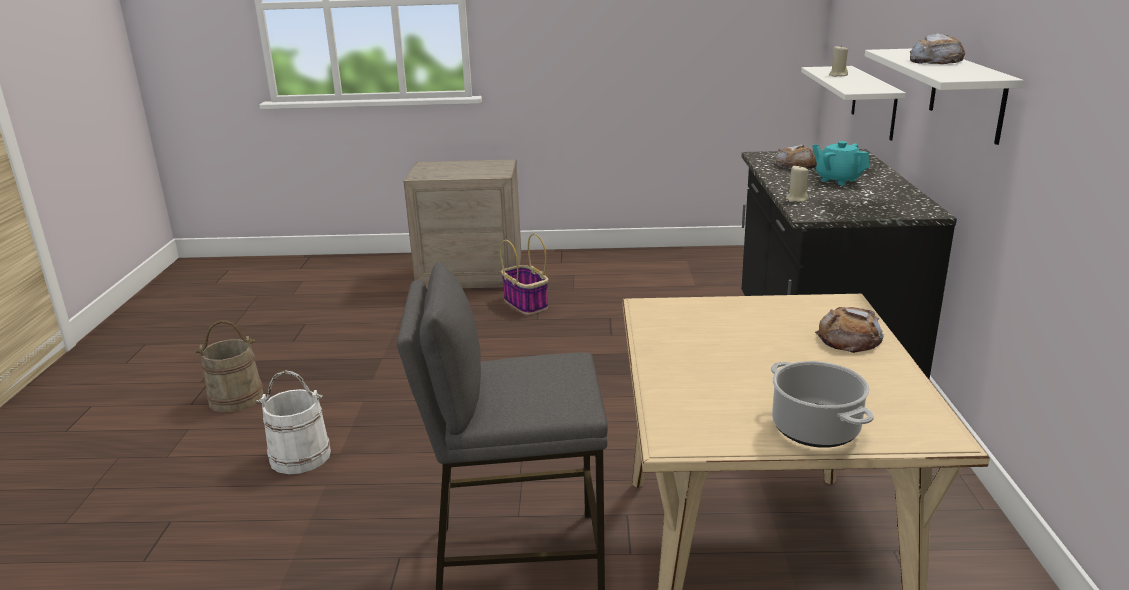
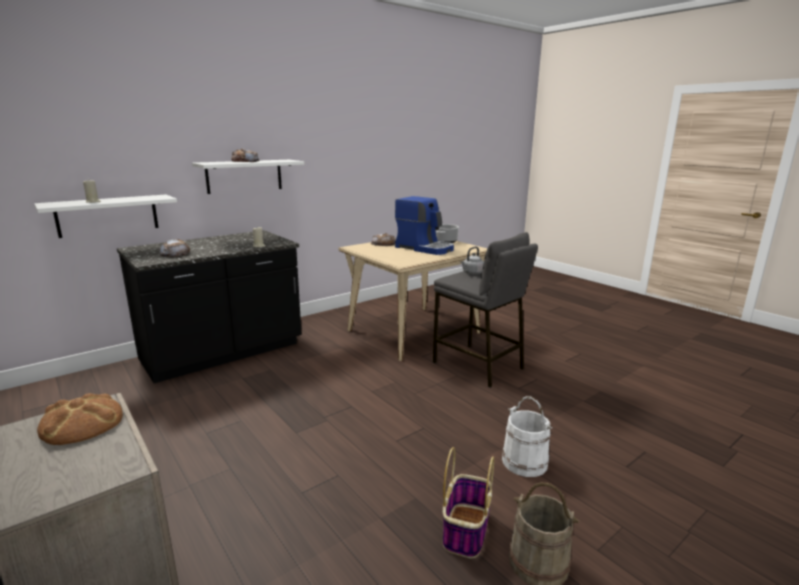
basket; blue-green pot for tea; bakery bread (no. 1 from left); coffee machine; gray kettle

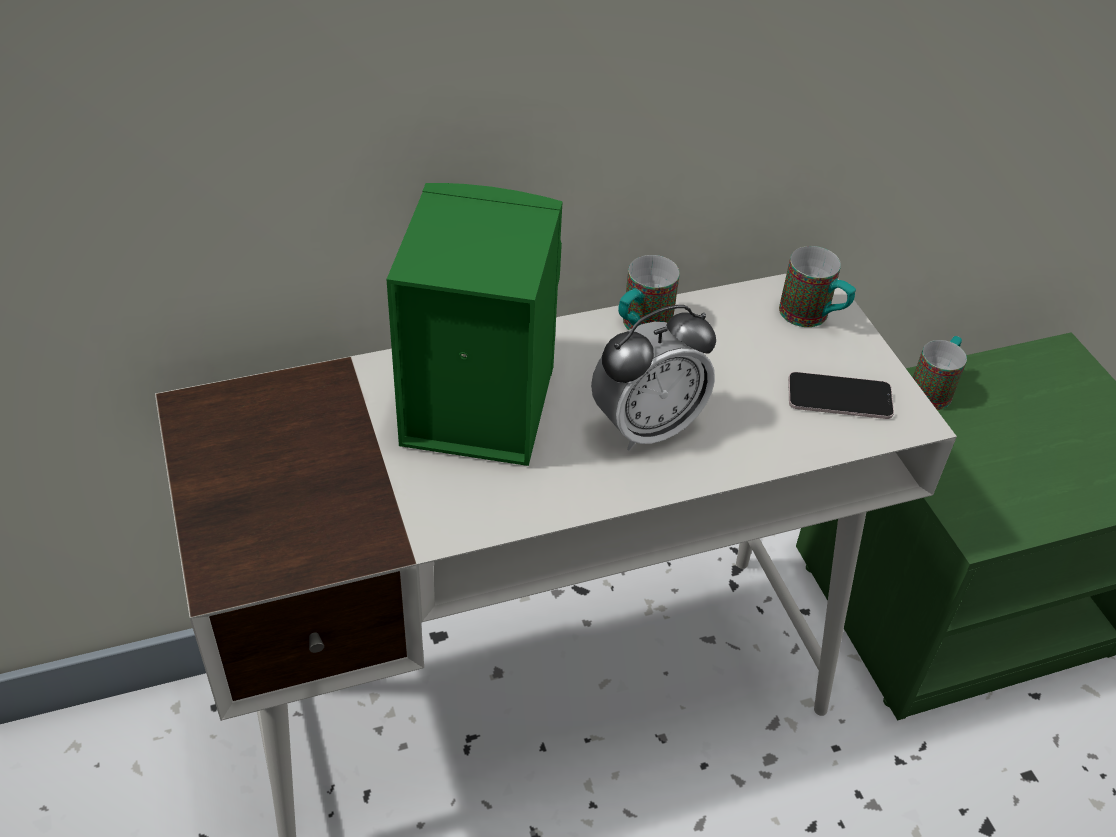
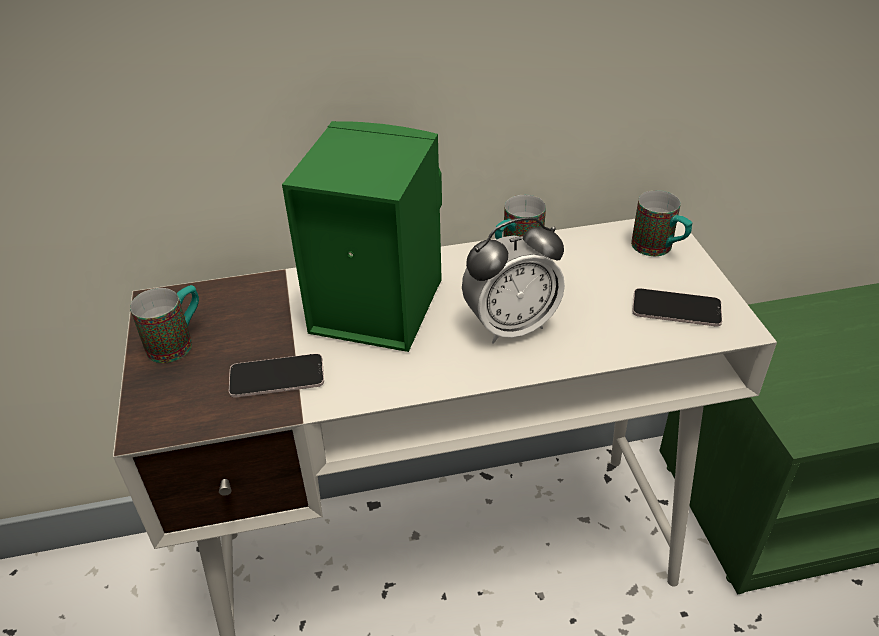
mug (no. 1 from left); handset (no. 1 from left)

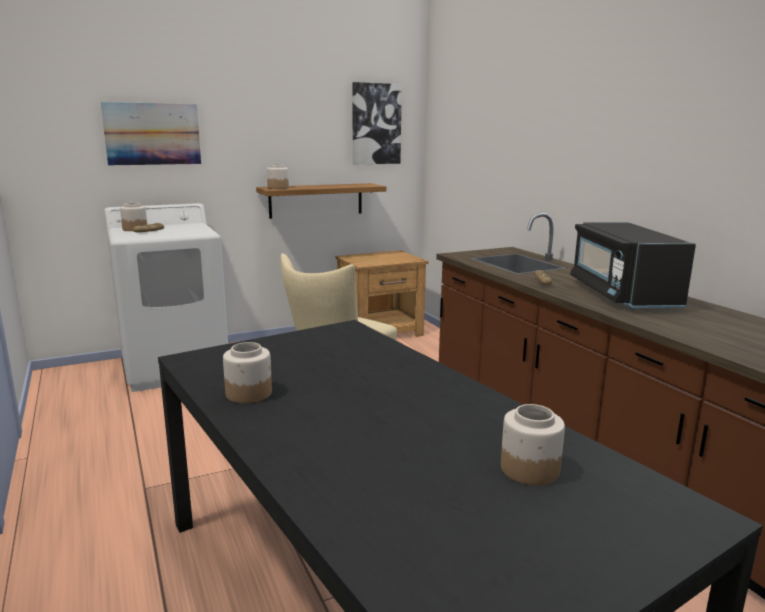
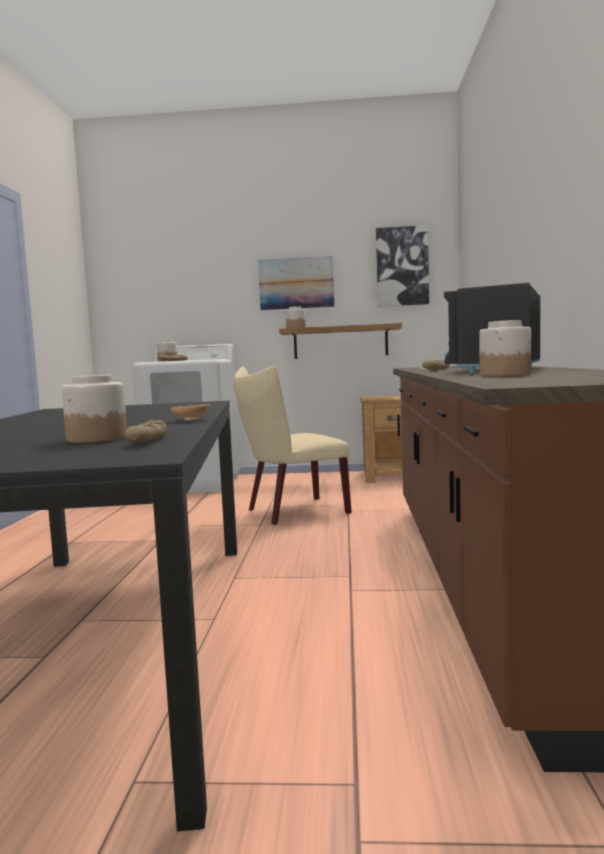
picture (no. 1 from left); jar (no. 4 from left); bakery bread (no. 1 from left); brownish deep dish

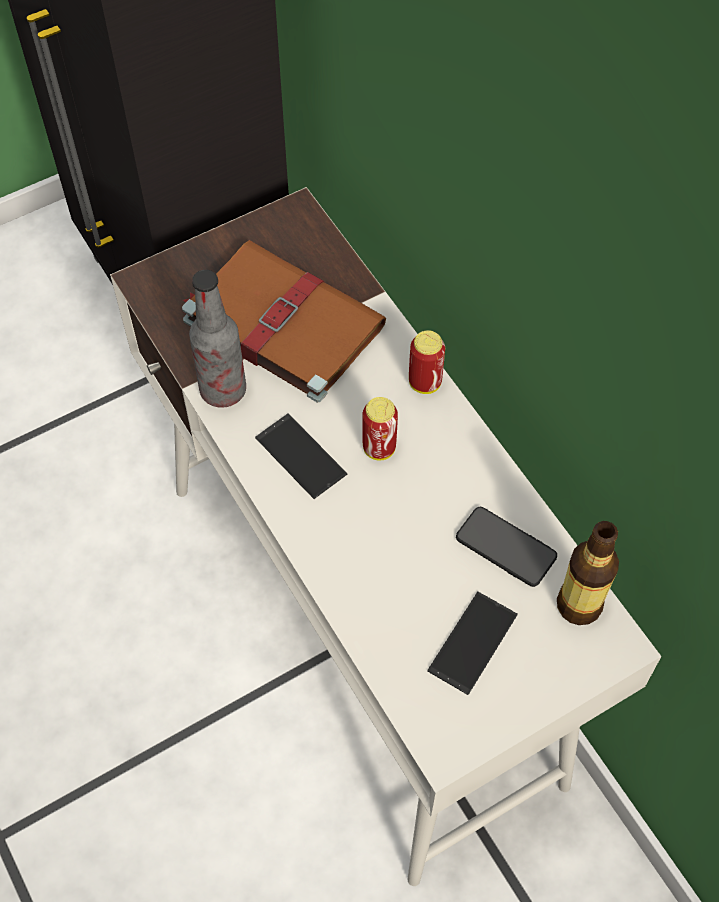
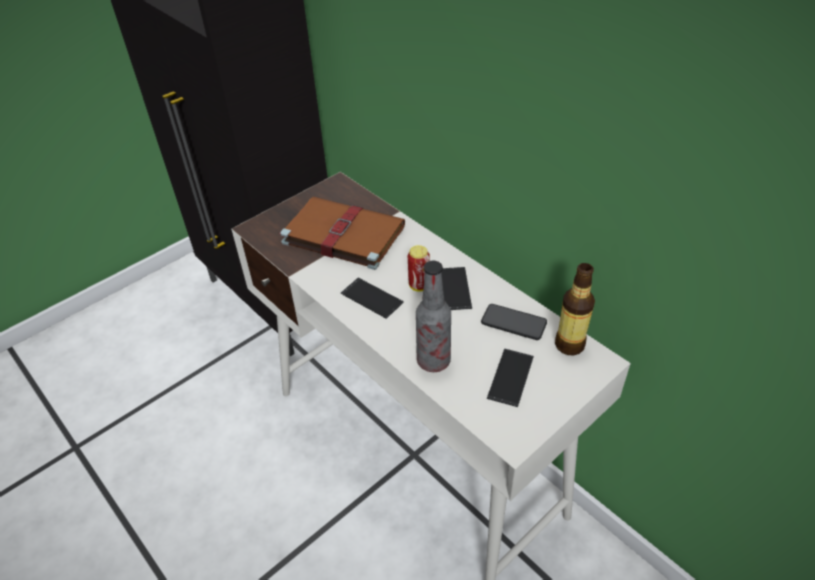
bottle (no. 1 from left); metal can (no. 2 from left in the first image); handset (no. 2 from left)

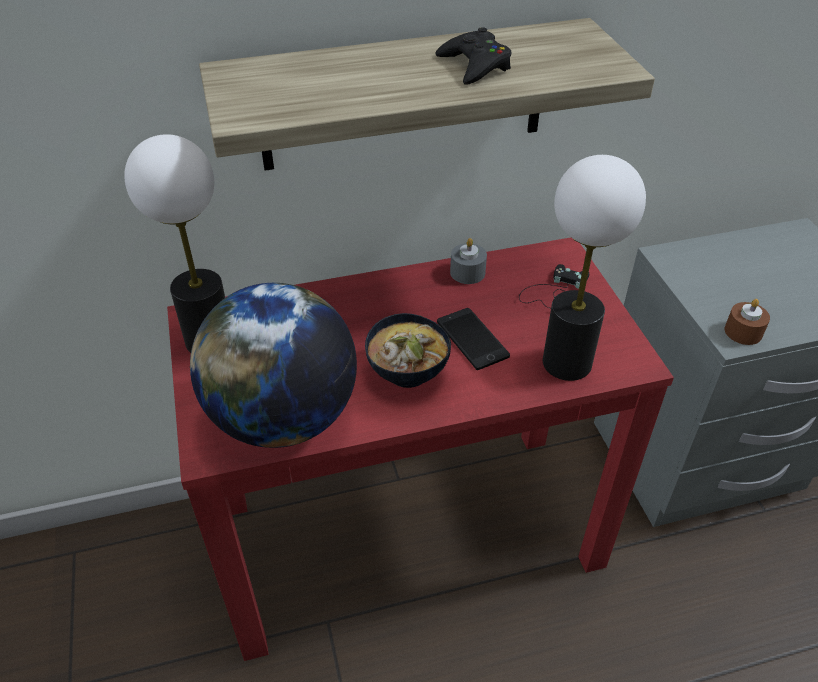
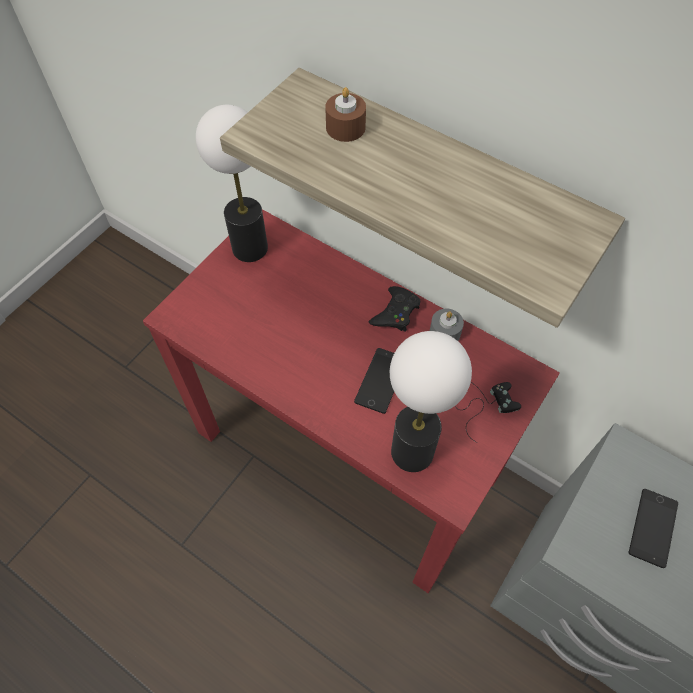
world globe; deep dish; black-coloured gamepad (no. 1 from left); brownish wax candle; handset (no. 2 from left)

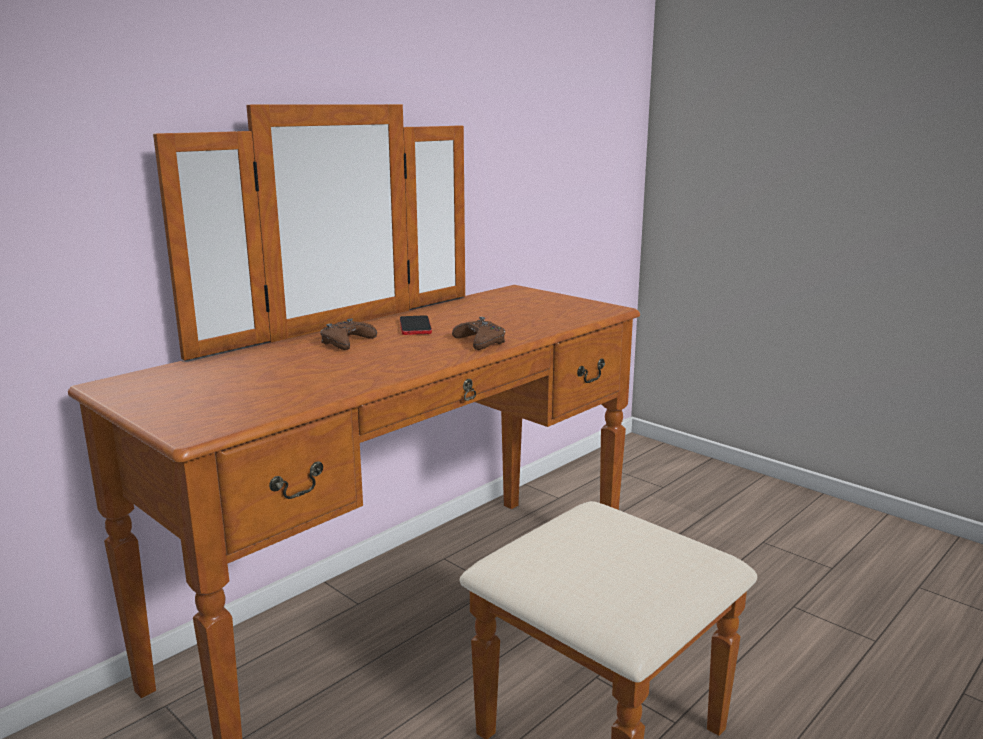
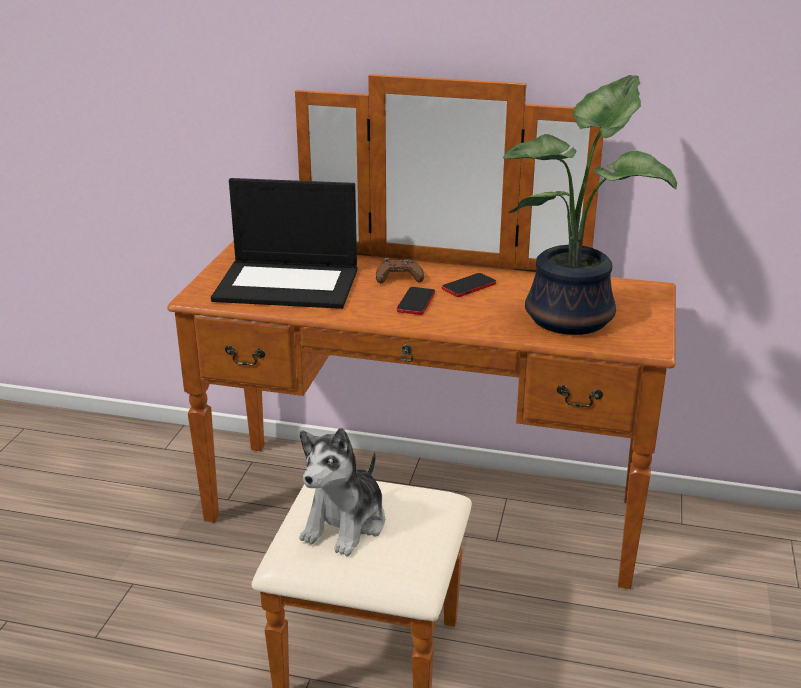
brownish gamepad (no. 2 from left in the first image); laptop; plush toy; handset (no. 1 from left); potted plant

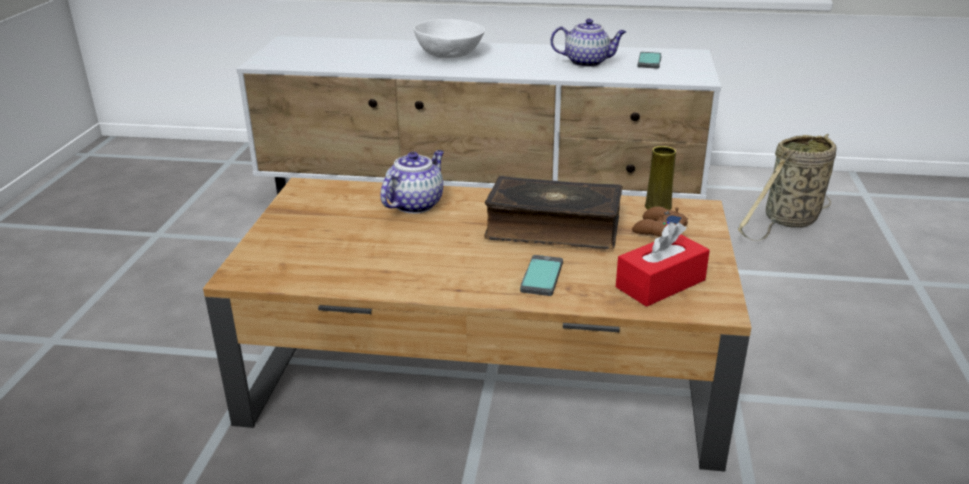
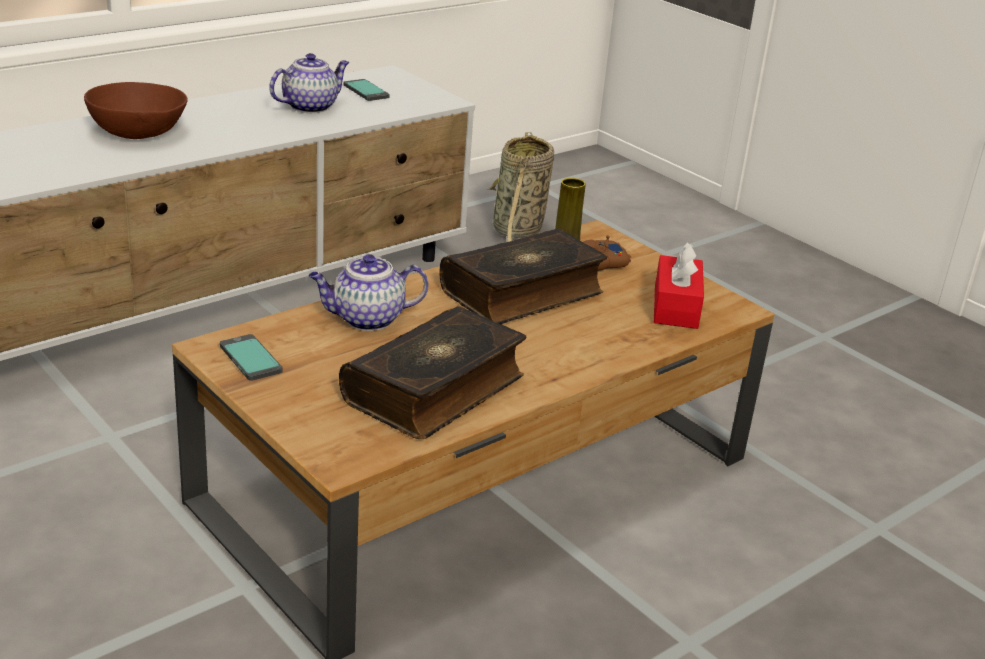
pot for tea (no. 2 from left); brownish deep dish; handset (no. 1 from left); volume (no. 1 from left)

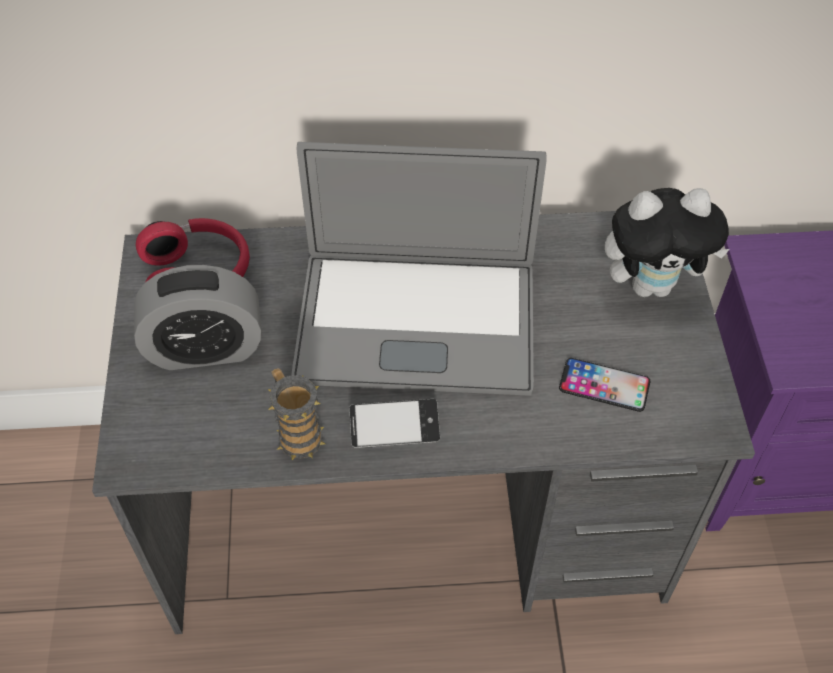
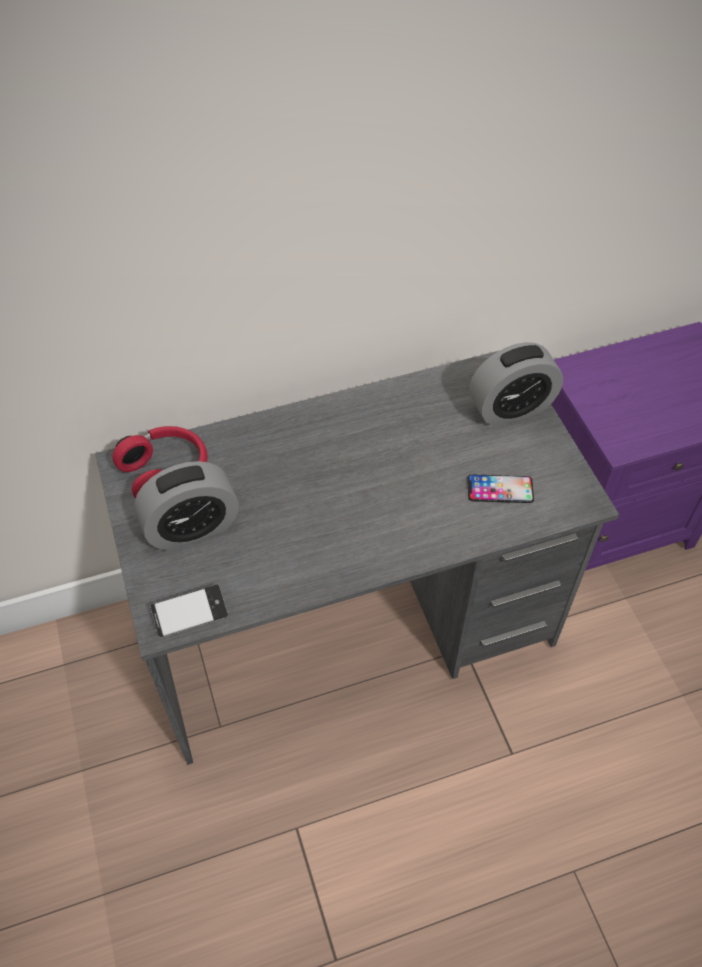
mug; laptop; handset (no. 1 from left); bedside clock (no. 2 from left)

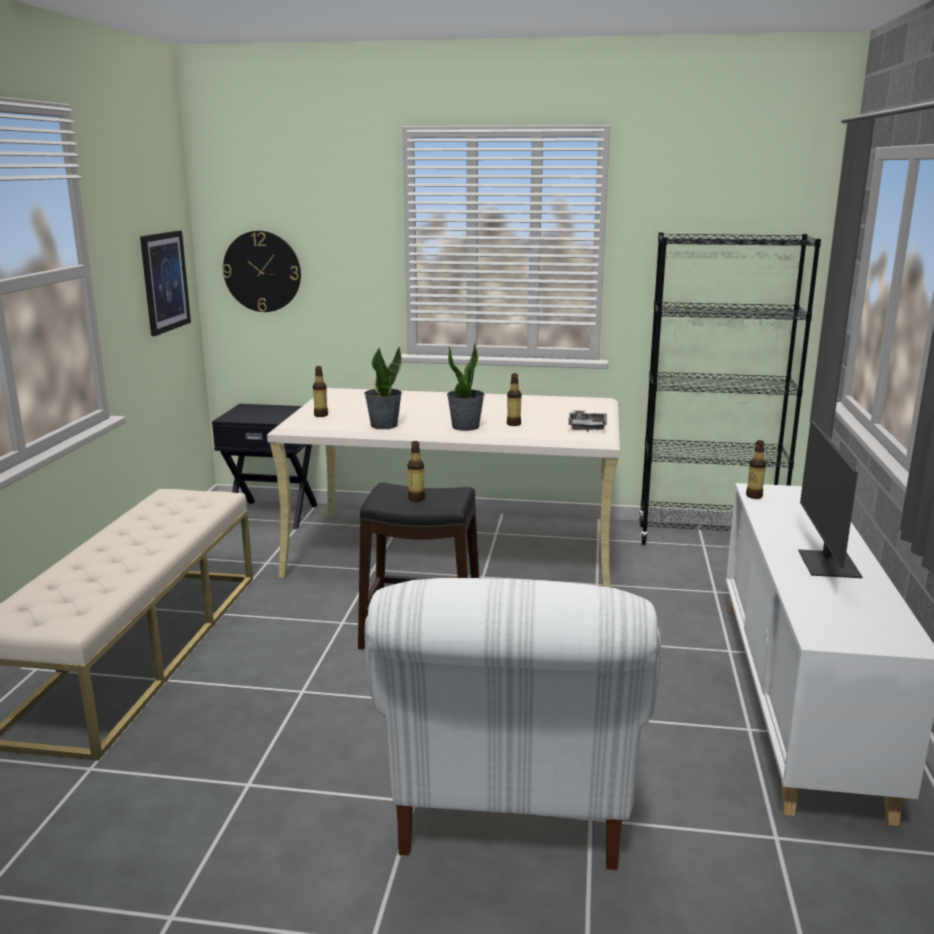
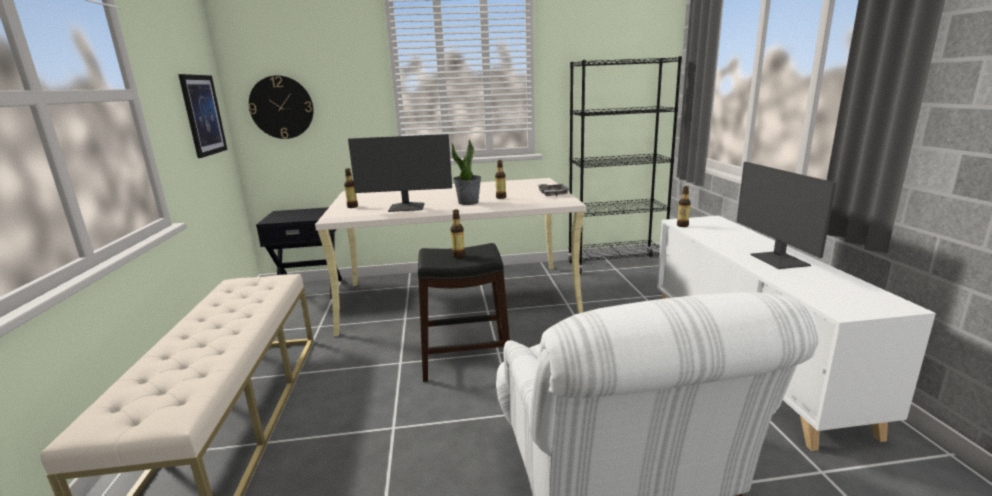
monitor (no. 1 from left)

